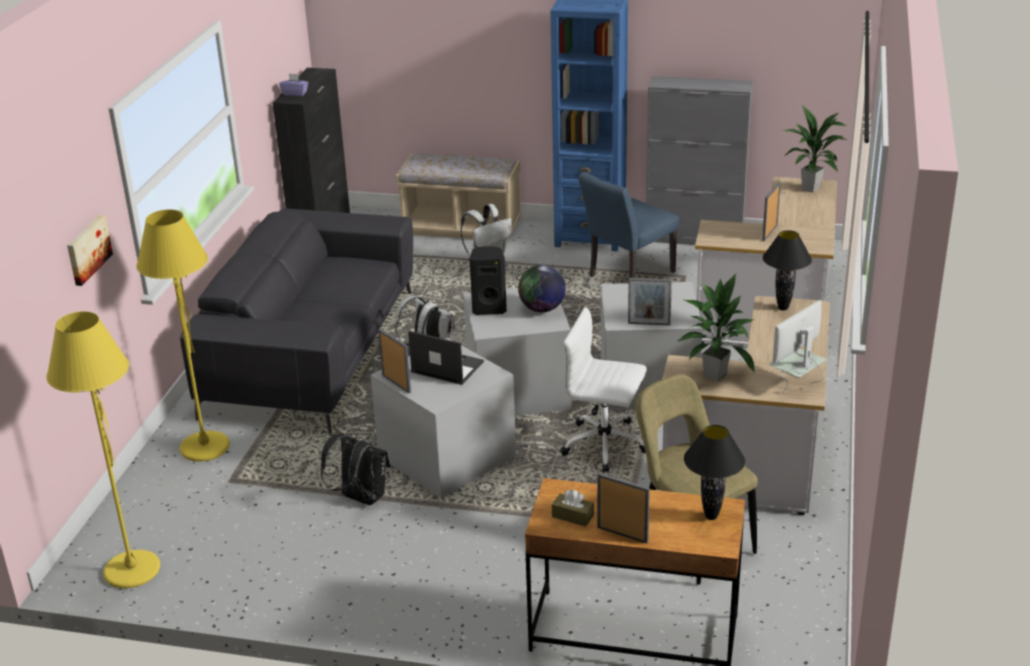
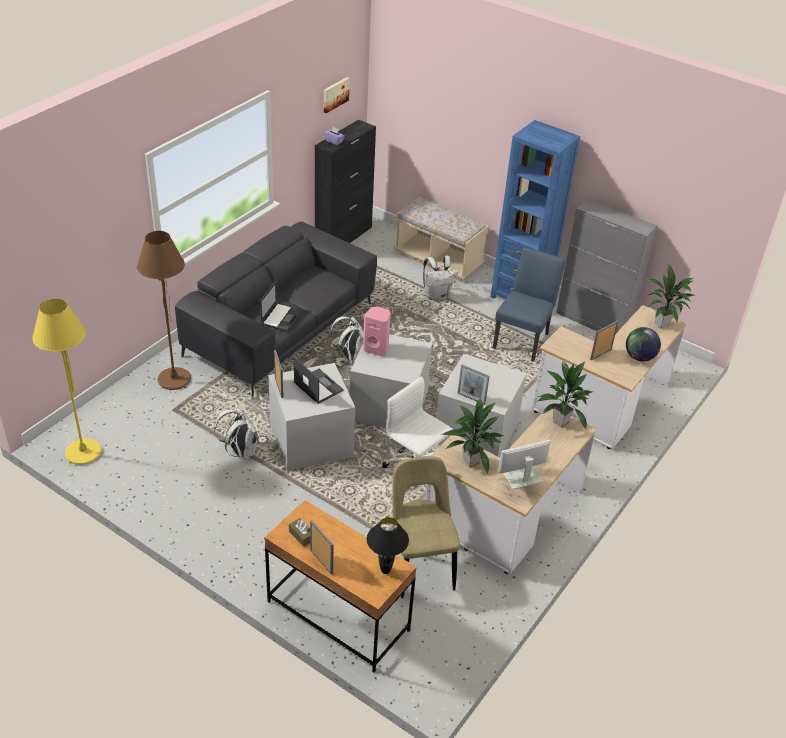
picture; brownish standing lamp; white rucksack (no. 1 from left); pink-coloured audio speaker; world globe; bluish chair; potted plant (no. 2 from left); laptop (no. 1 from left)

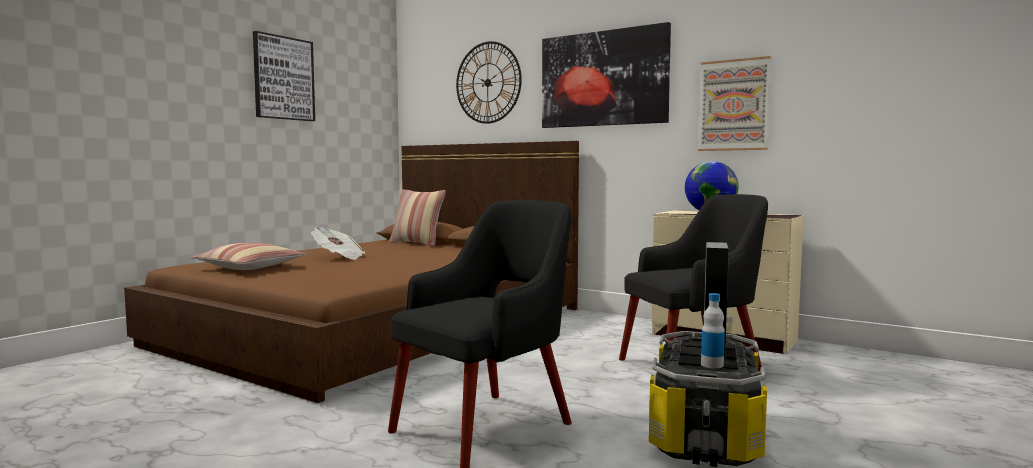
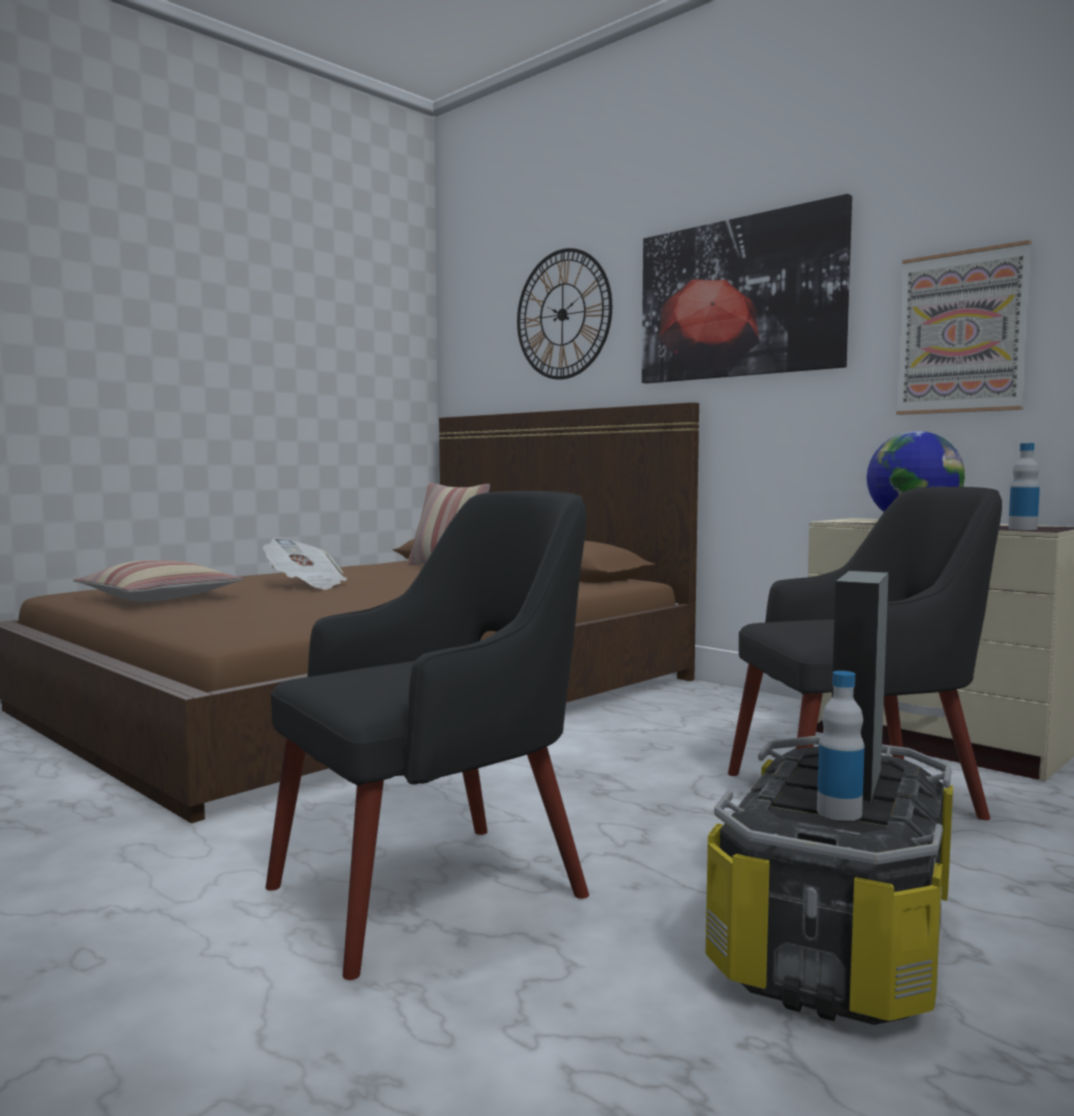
picture (no. 1 from left in the first image); bottle (no. 2 from left)

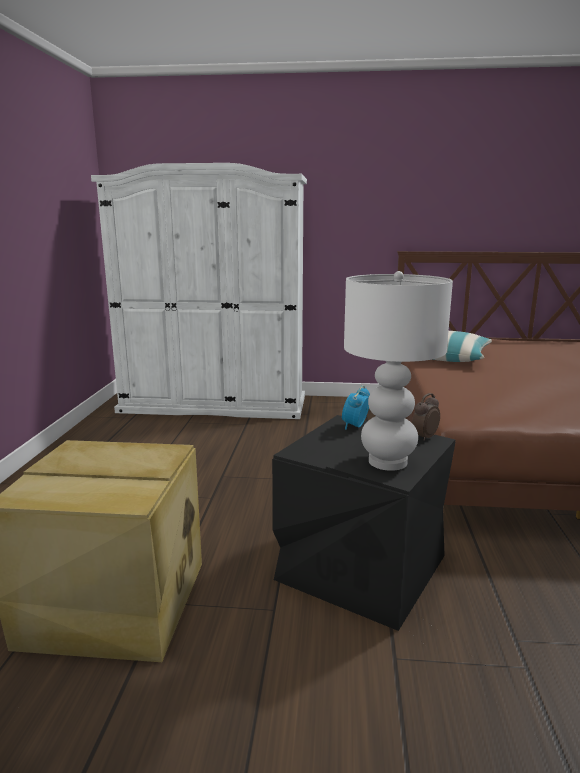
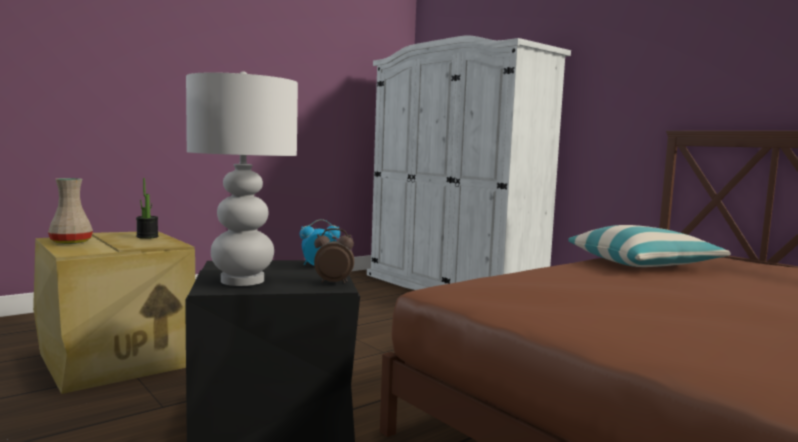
beige-coloured decorative vase; potted plant

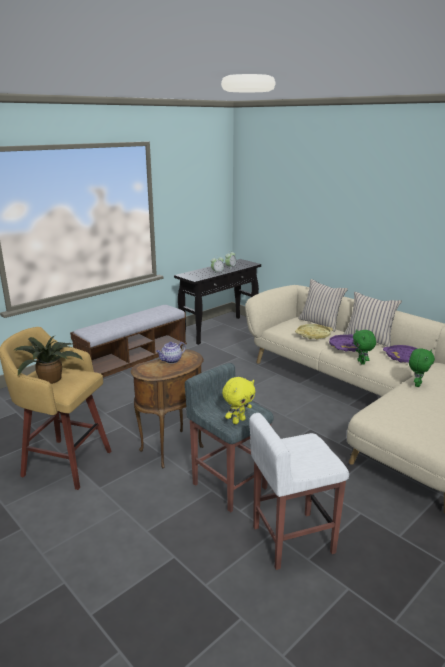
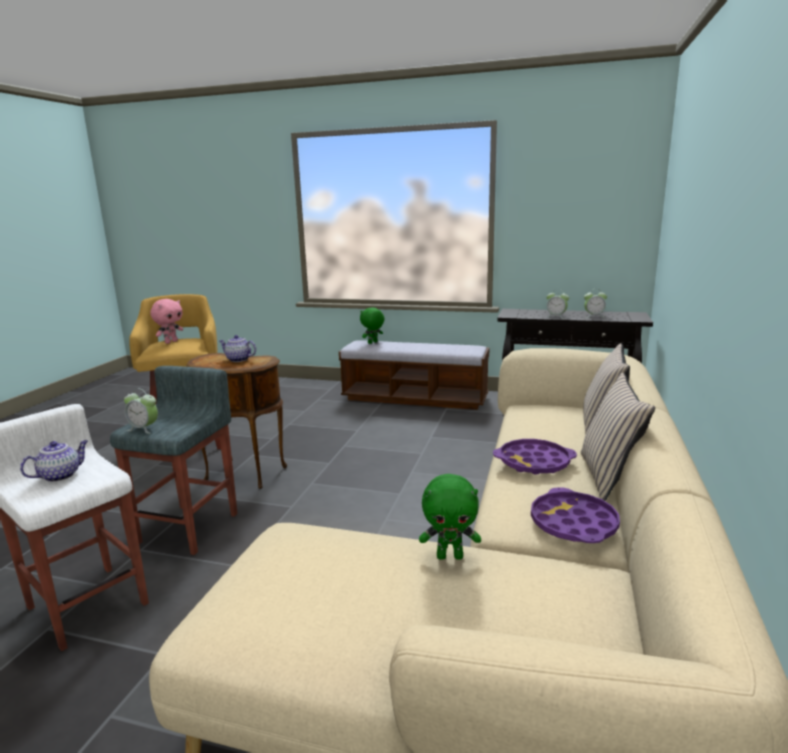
pink-coloured plush toy; bedside clock (no. 1 from left); yellowish tray; green plush toy (no. 1 from left); pot for tea (no. 1 from left)

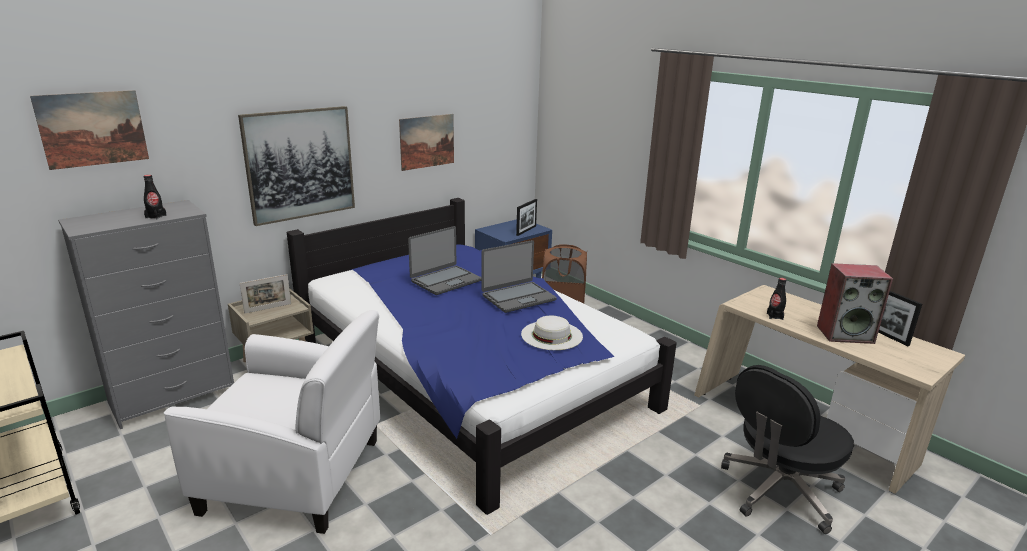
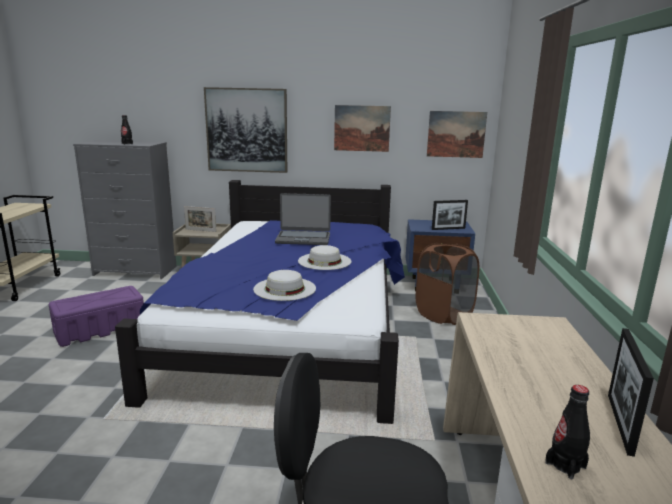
picture (no. 3 from left); purple-coloured storage box; white clothing hat (no. 2 from left); black-coloured bottle (no. 2 from left); audio speaker

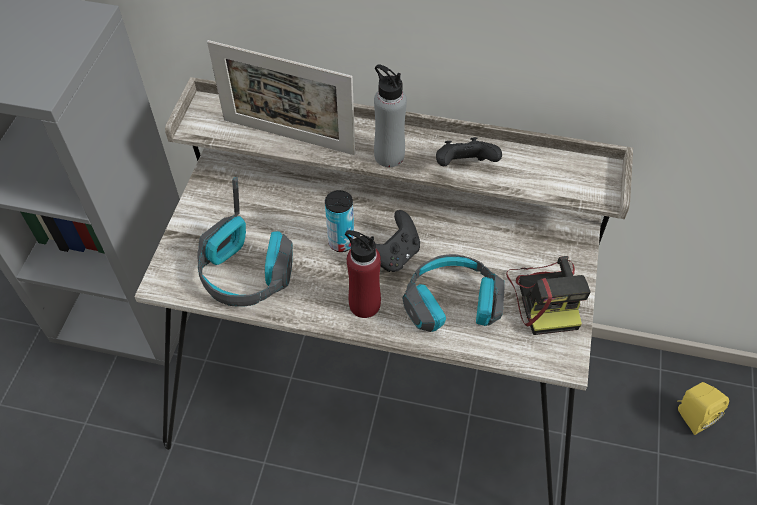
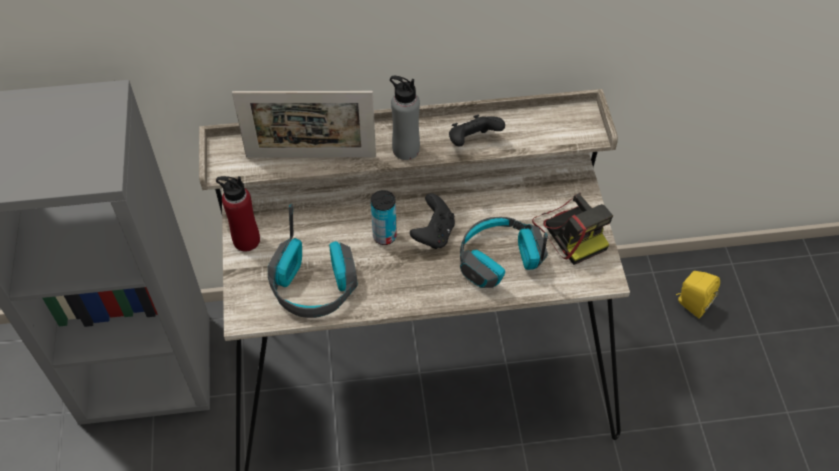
reddish bottle

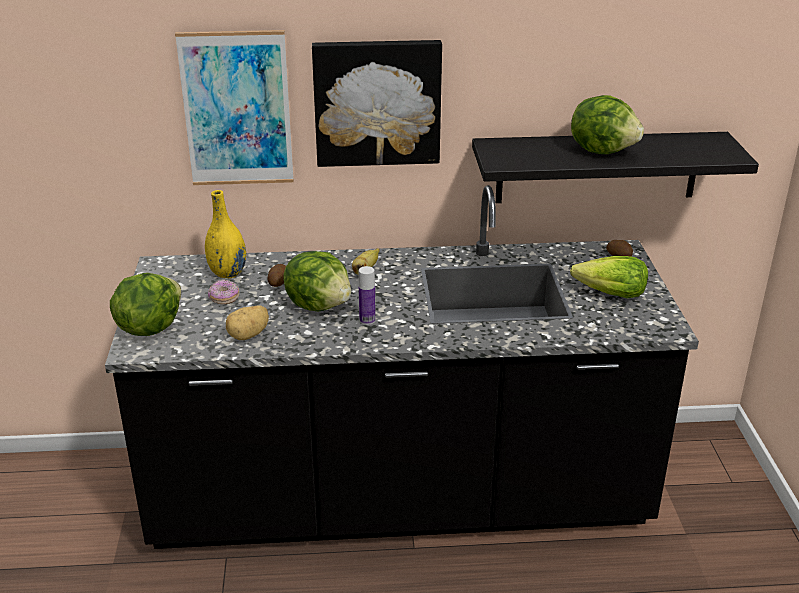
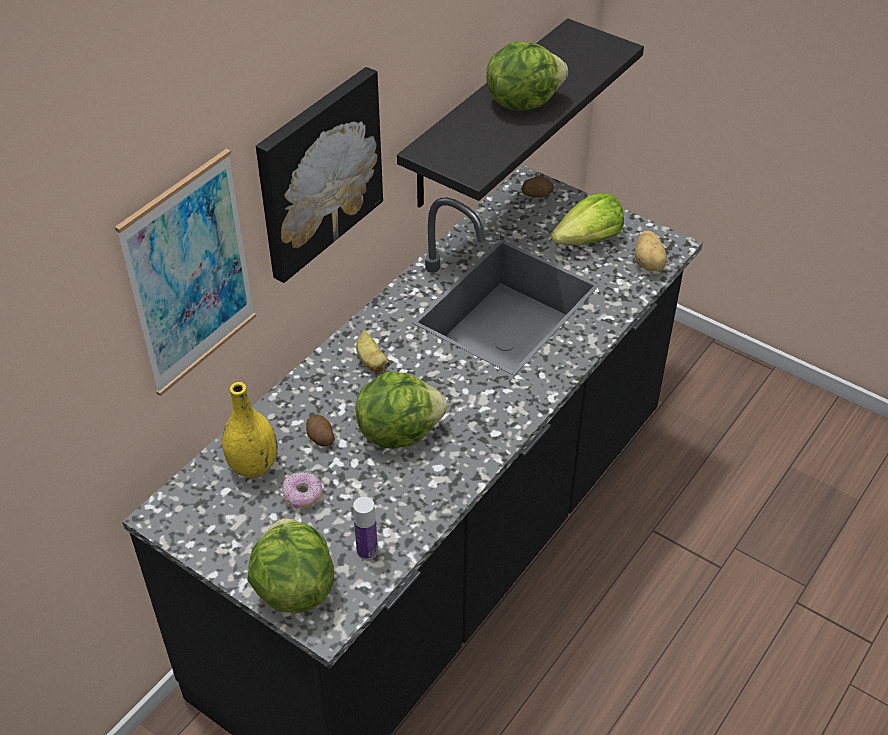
spud (no. 3 from left); bottle

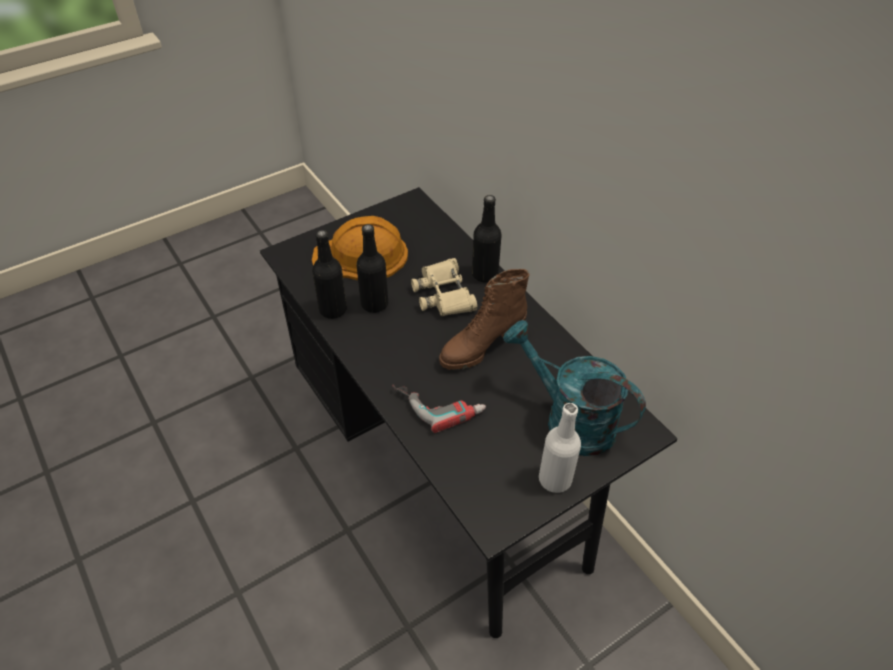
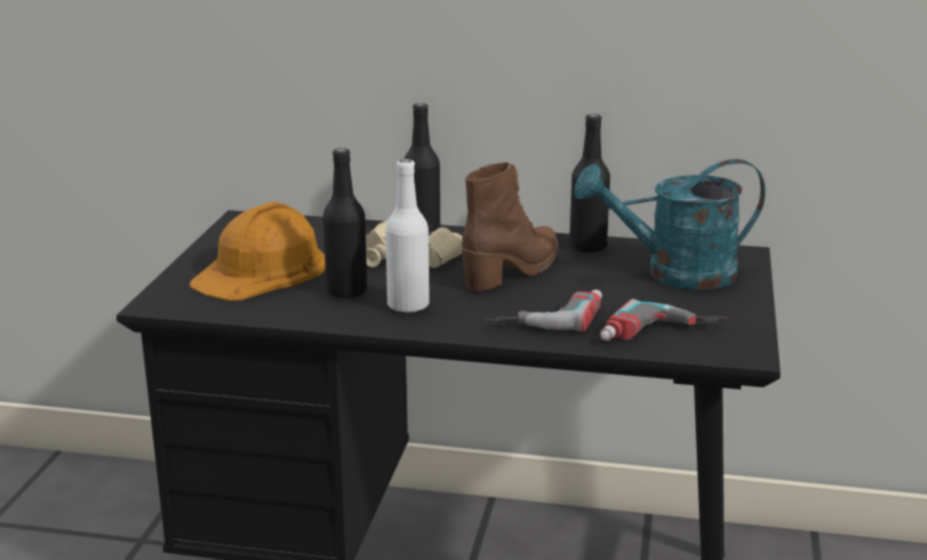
black-coloured bottle (no. 3 from left); brownish high-top boot; white bottle; power drill (no. 2 from left)

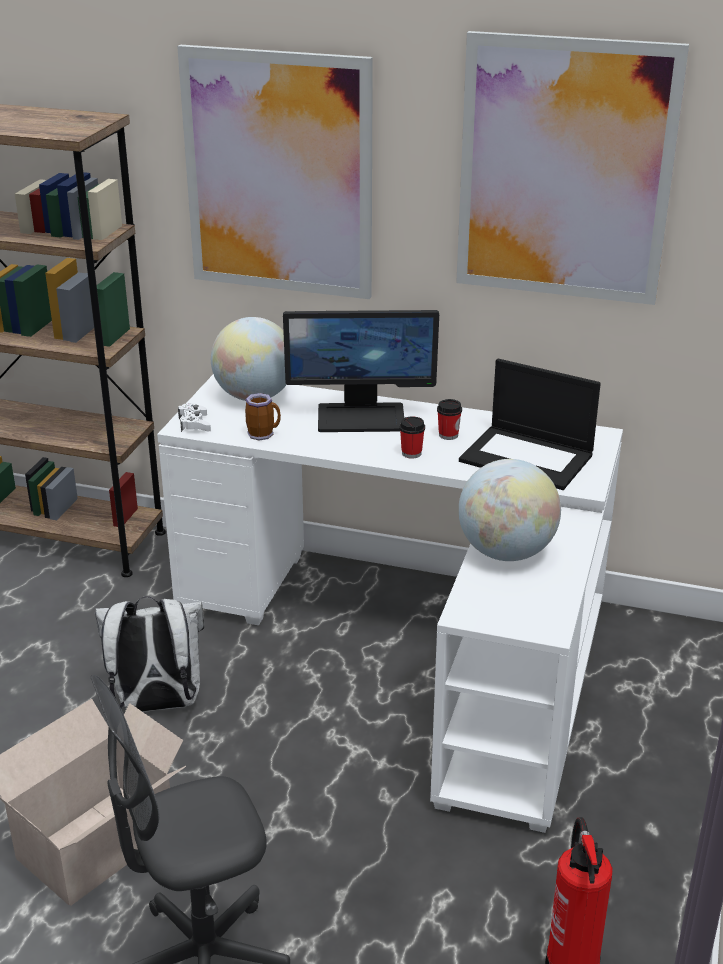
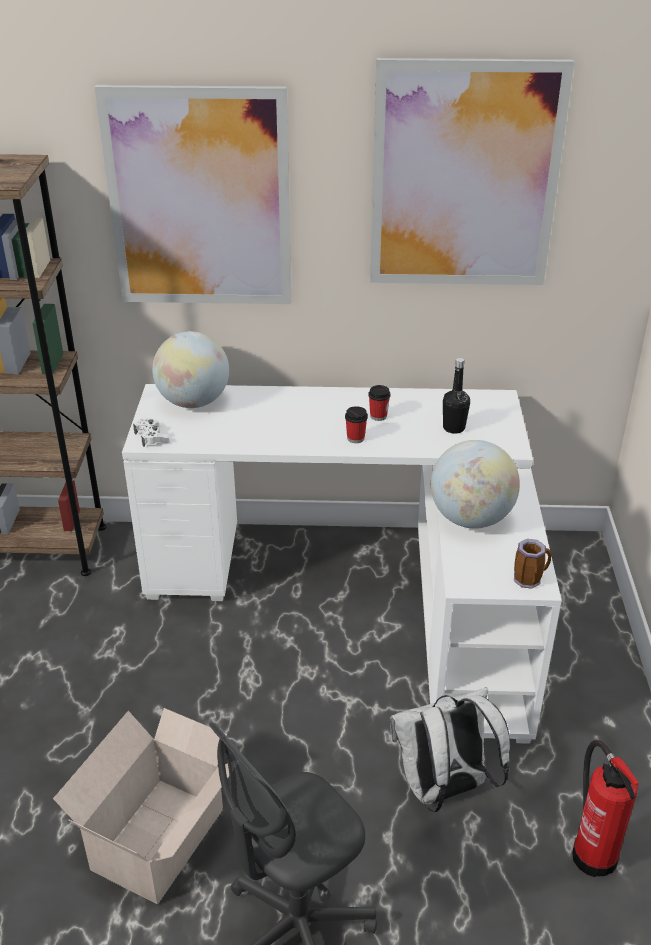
white rucksack; mug; monitor; black-coloured bottle

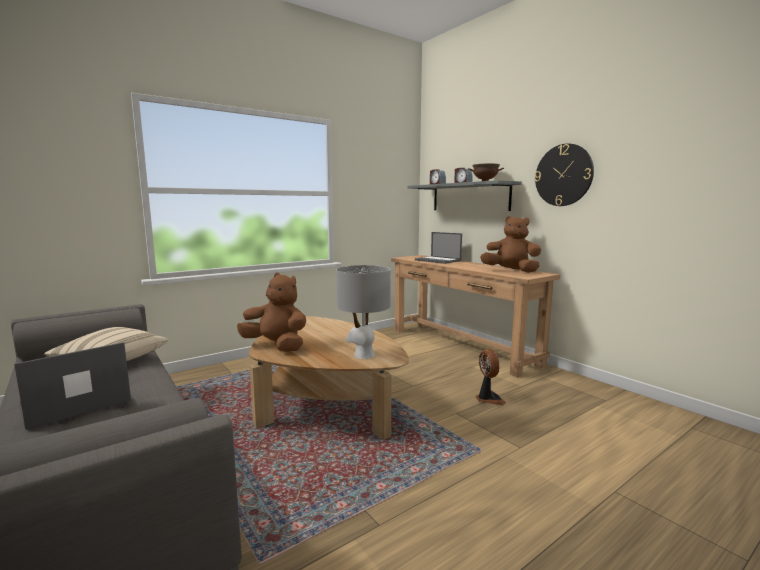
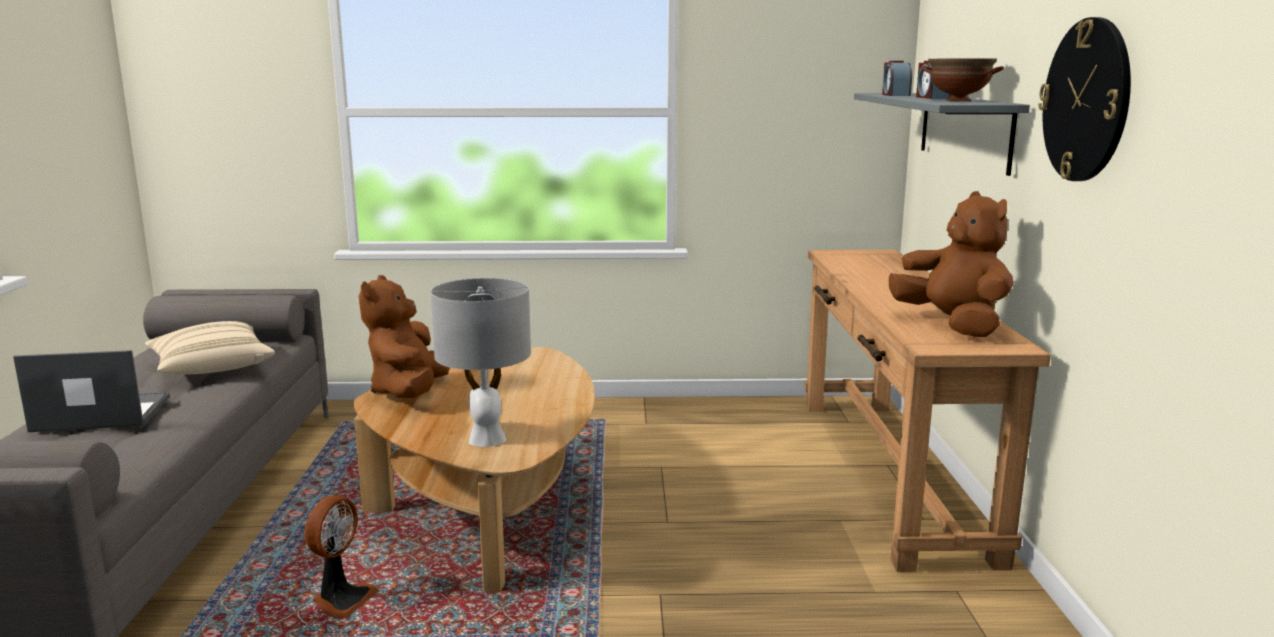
brownish plush toy (no. 1 from left); laptop (no. 2 from left in the first image); electric fan

